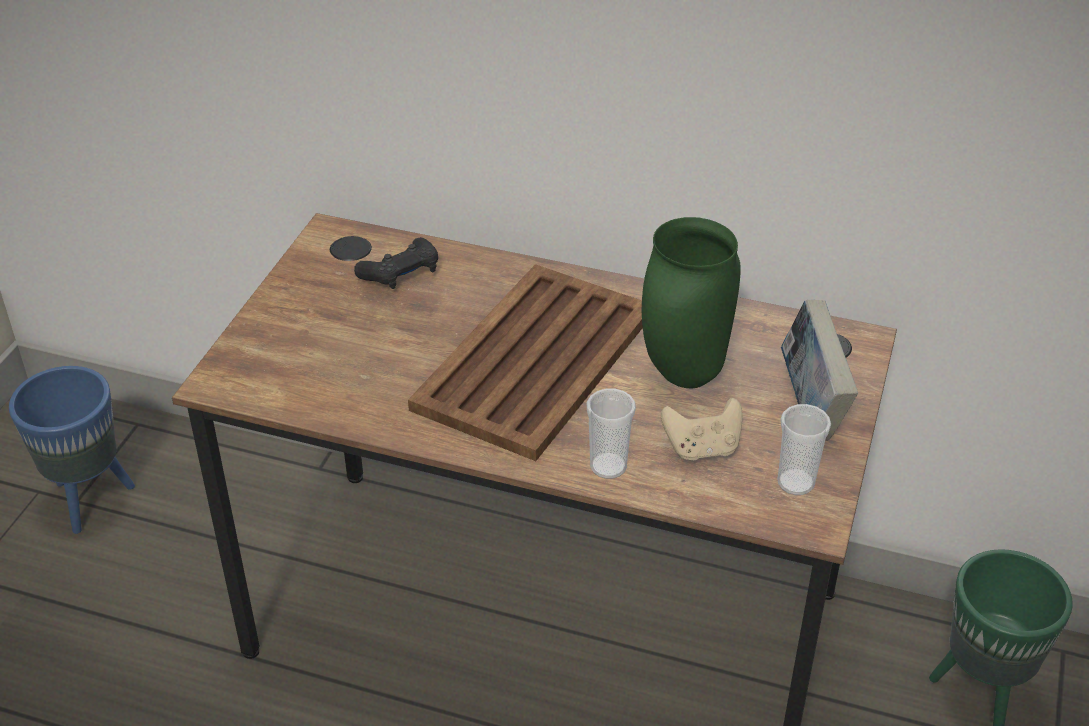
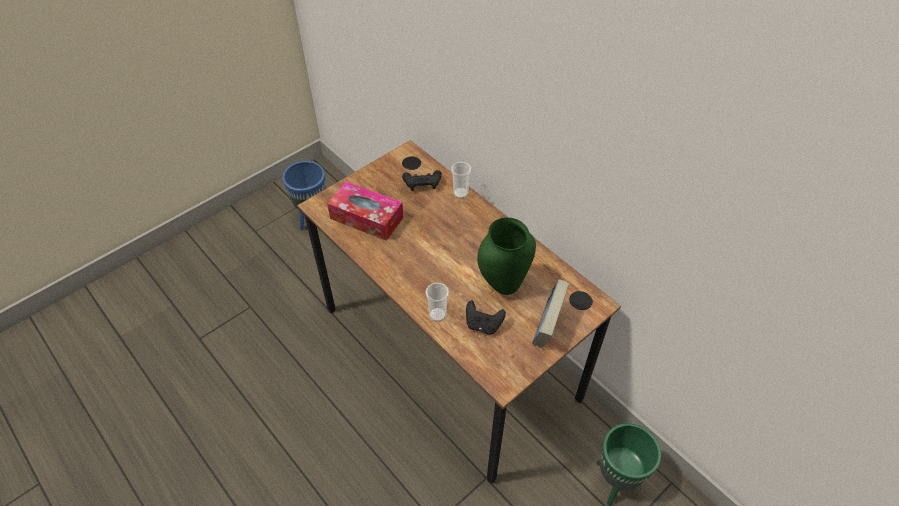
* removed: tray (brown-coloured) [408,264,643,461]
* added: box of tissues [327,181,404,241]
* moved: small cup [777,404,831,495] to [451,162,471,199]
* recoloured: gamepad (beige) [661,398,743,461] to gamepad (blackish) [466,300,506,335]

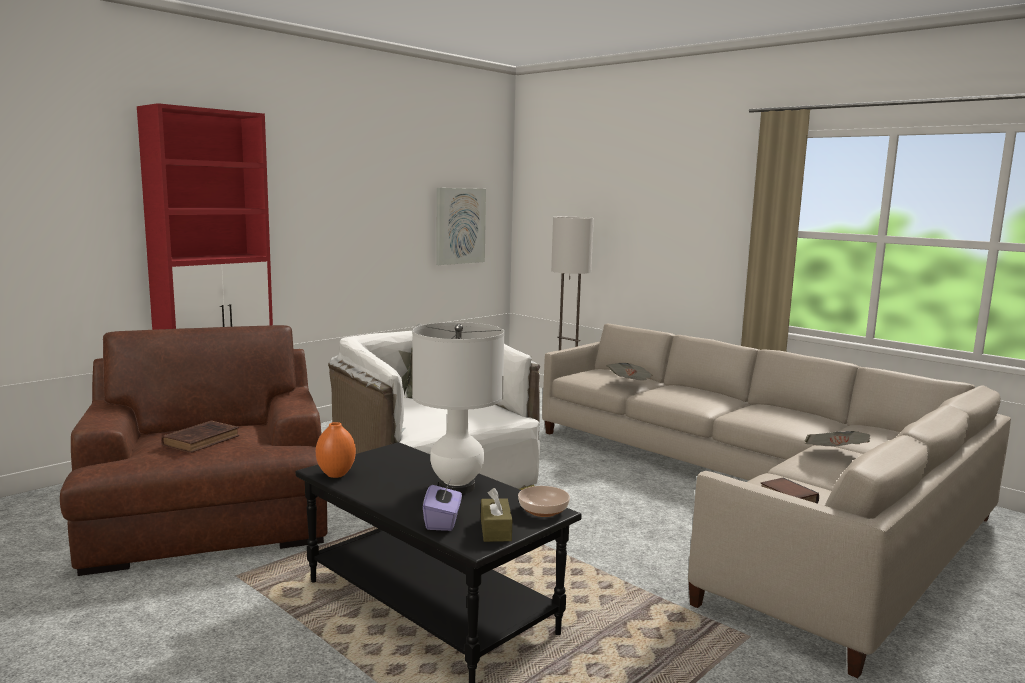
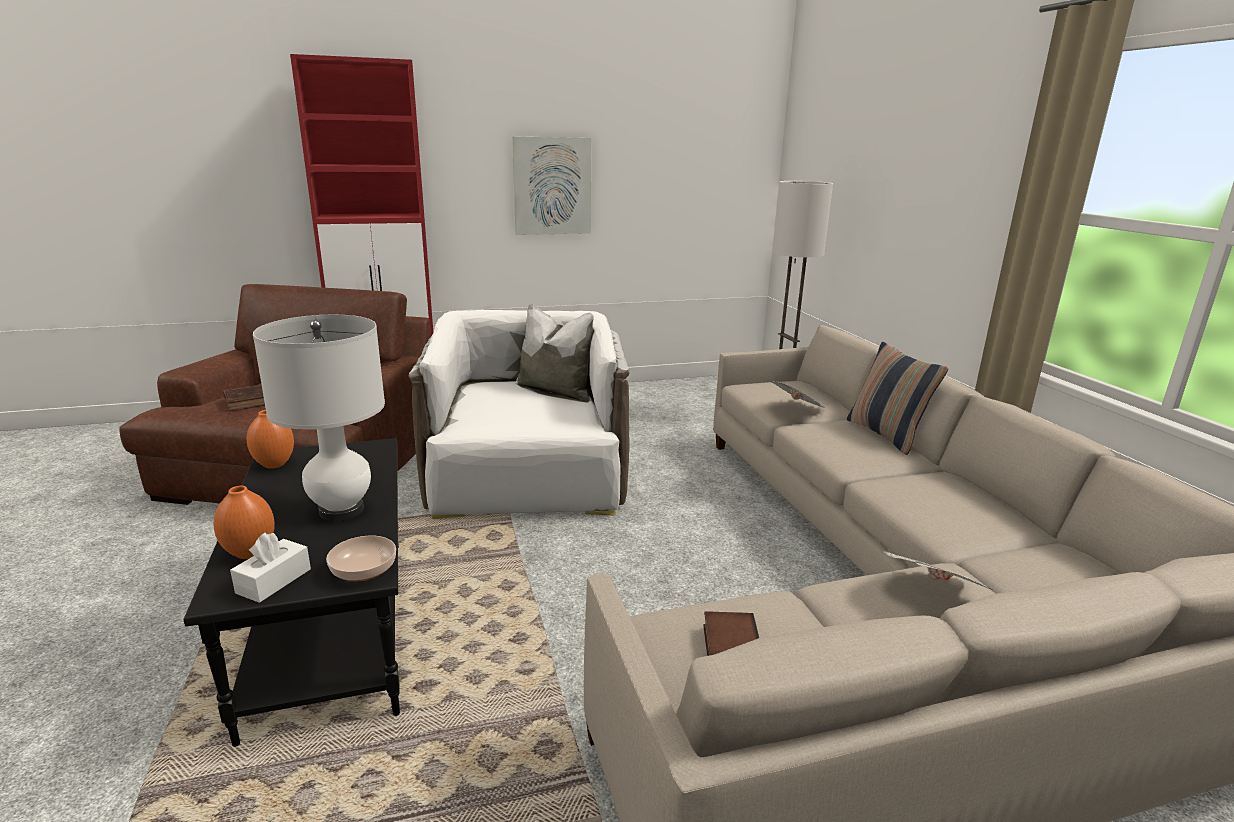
* added: throw pillow [847,342,948,455]
* moved: picture [436,188,486,265] to [512,136,591,235]
* replaced: box of tissues (purple) [423,480,462,531] to flower vase (orange-coloured) [213,486,275,559]
* recoloured: box of tissues (brown-coloured) [481,488,512,542] to box of tissues (white) [230,533,311,603]

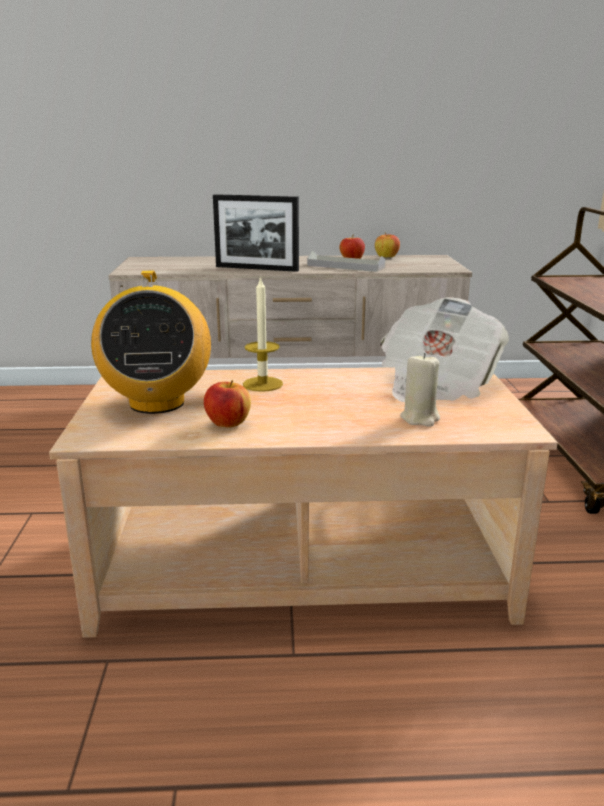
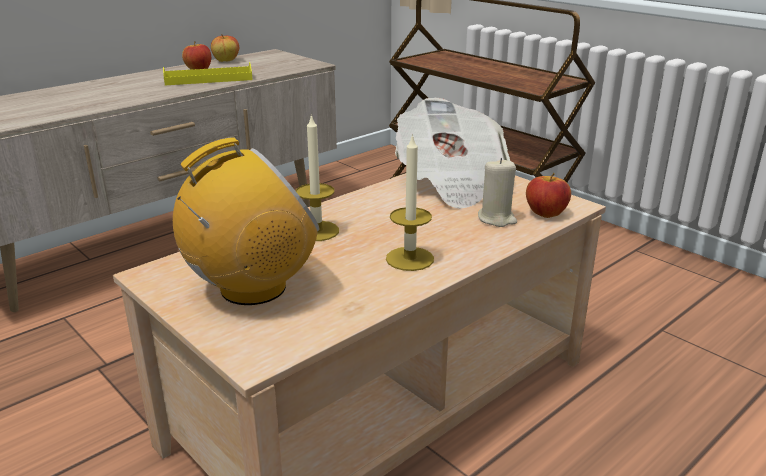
* removed: picture frame [213,194,299,272]
* added: wax candle [386,134,434,271]
* moved: apple fruit [204,380,251,428] to [526,173,571,218]
* recoloured: tray (gray) [307,251,386,272] to tray (yellow) [163,62,253,85]
* turned: radio set [91,271,211,414] = [173,137,320,305] 75 degrees counterclockwise

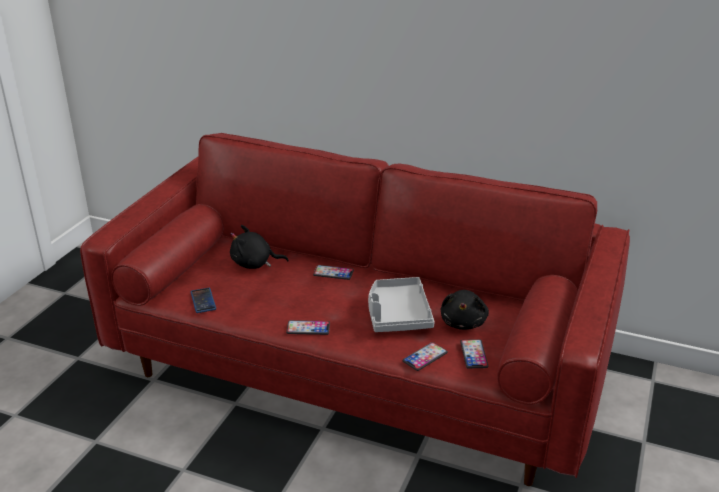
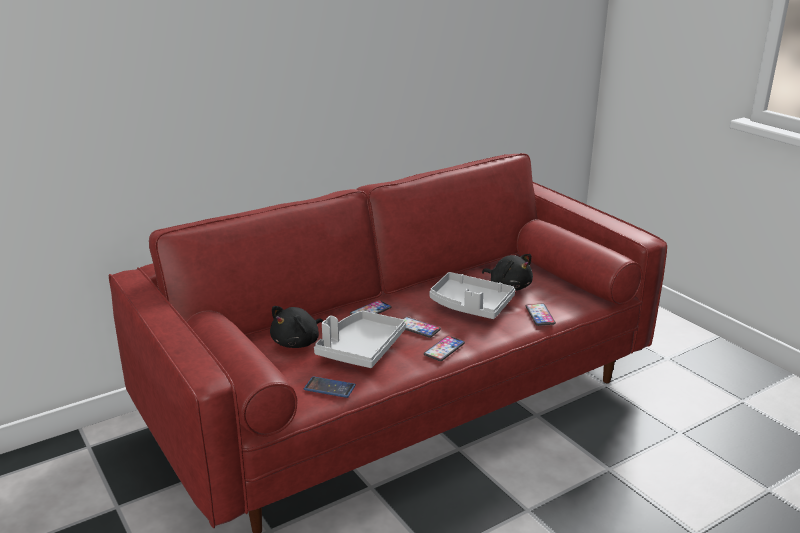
* added: tray (gray) [314,311,406,368]
* moved: telephone [460,339,488,368] to [404,317,441,338]

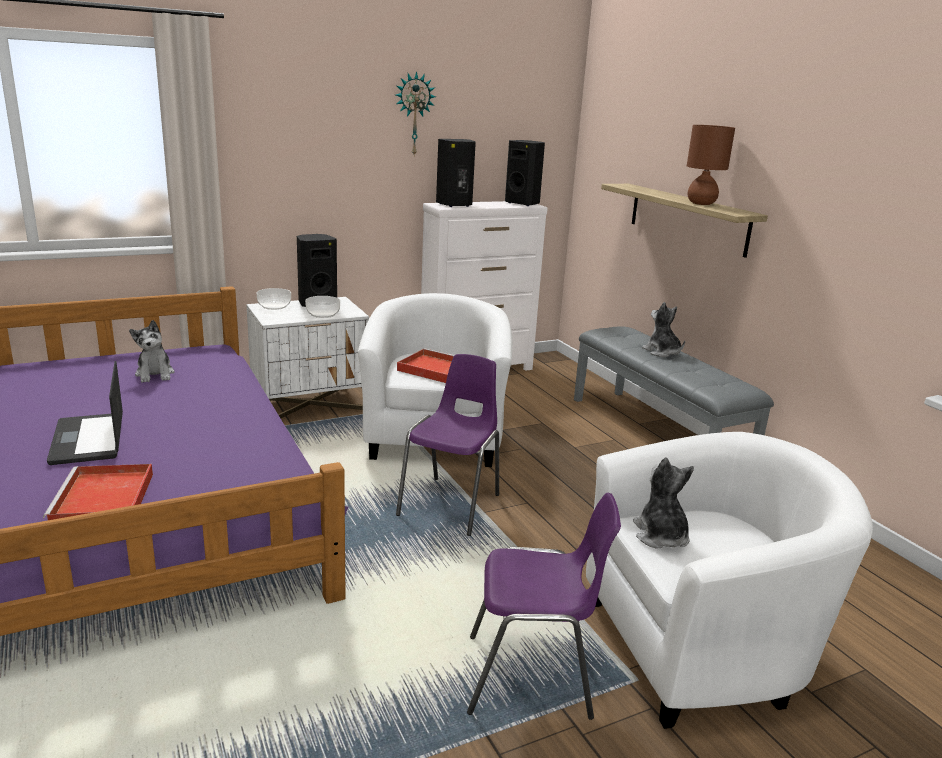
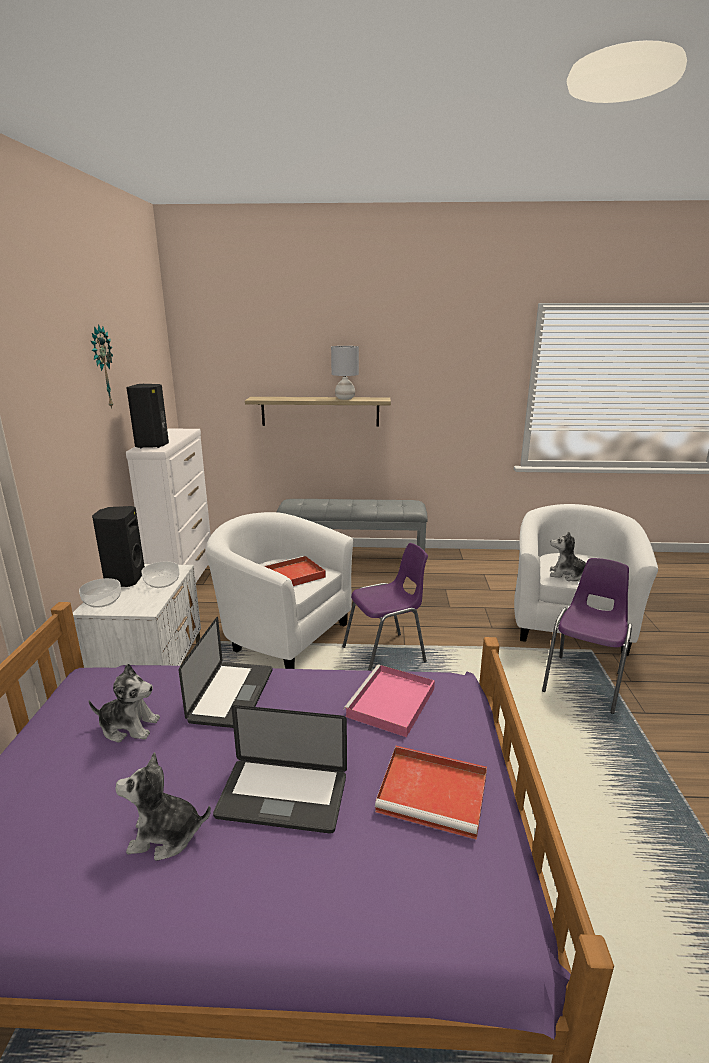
* removed: speaker (blackish) [505,140,545,206]
* added: laptop [179,617,272,728]
* added: tray (pink-coloured) [343,665,435,737]
* moved: plush toy [642,302,685,357] to [115,752,211,861]
* recoloured: lamp for a table (brown-coloured) [687,125,735,205] to lamp for a table (gray) [331,346,359,400]
* turned: chair (purple) [396,354,499,536] = [342,543,428,671] 105 degrees clockwise

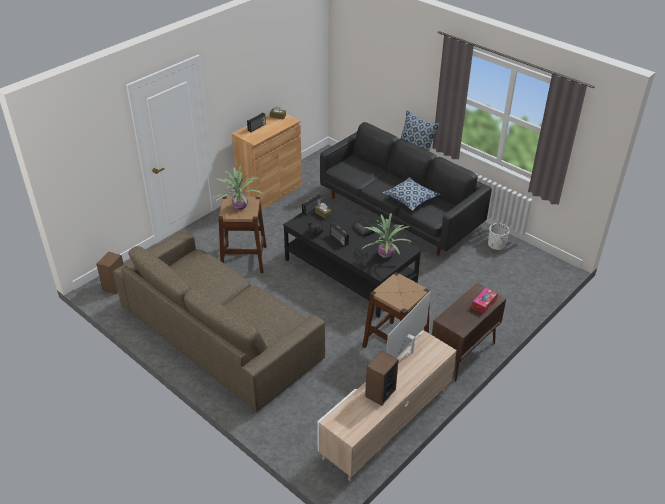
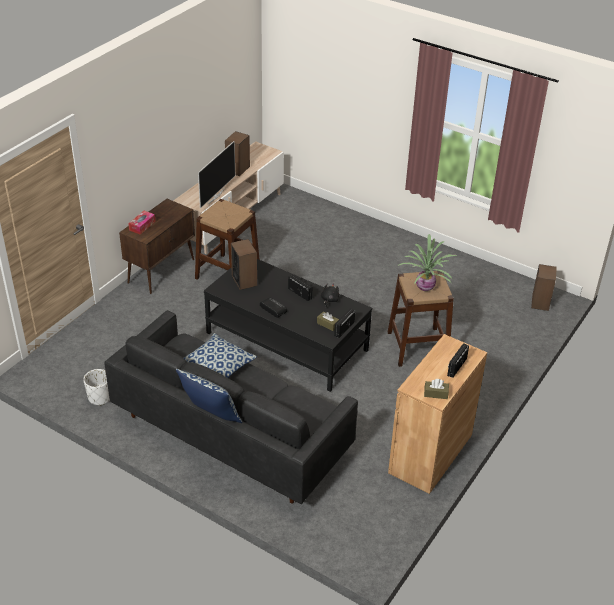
* removed: couch (brown-coloured) [113,230,325,412]
* replaced: houseplant [362,213,413,259] to speaker [231,239,257,290]

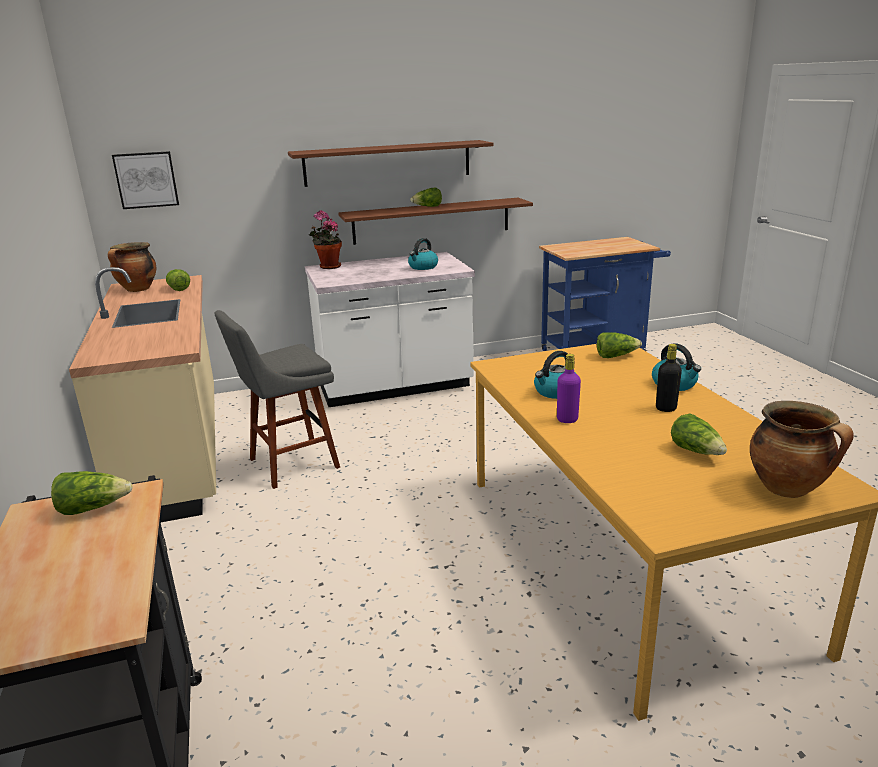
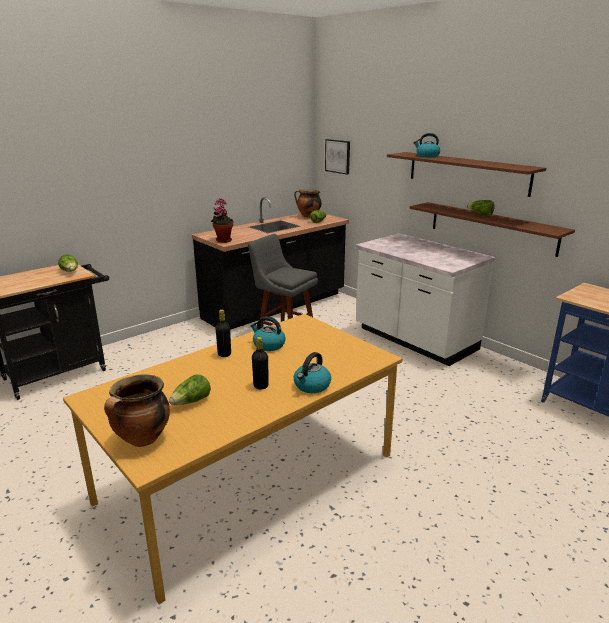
* removed: lettuce [597,332,642,358]
* moved: houseplant [309,210,342,269] to [211,198,233,243]
* moved: kettle [408,238,438,270] to [414,133,440,157]
* recoloured: kitchen base unit (beige) [69,267,216,522] to kitchen base unit (blackish) [192,197,349,330]
* recoloured: bottle (purple) [557,354,581,423] to bottle (blackish) [215,310,231,357]

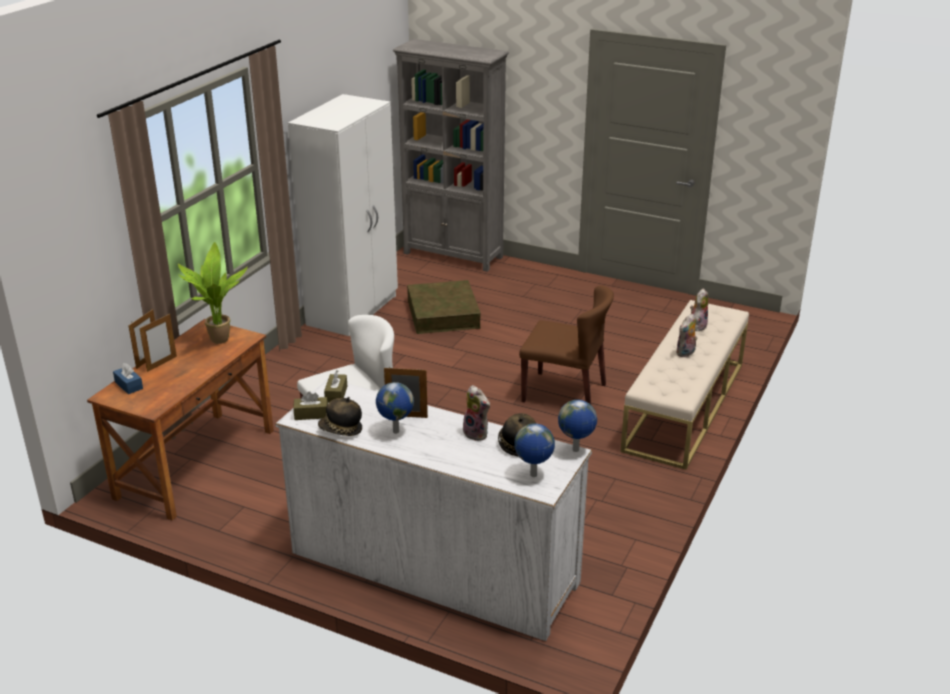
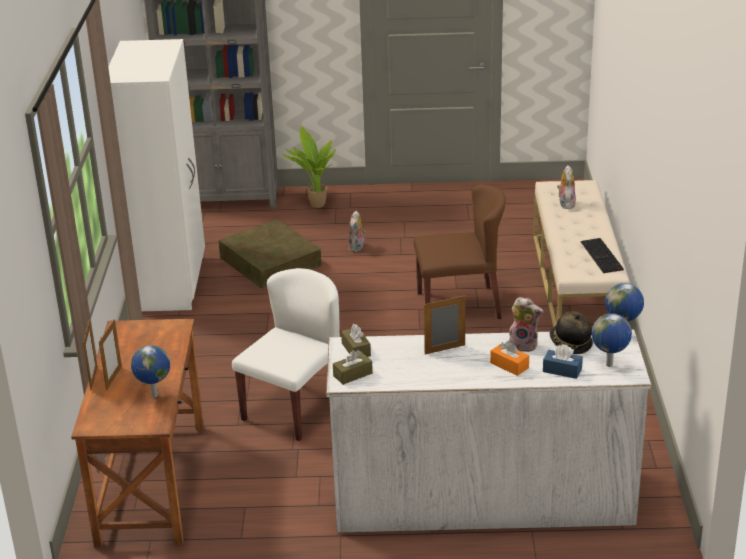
* removed: clothing hat [318,397,362,436]
* added: box of tissues (orange-coloured) [490,341,529,376]
* added: computer keyboard [581,238,624,273]
* moved: box of tissues (blue-coloured) [113,363,143,394] to [543,344,583,379]
* moved: houseplant [178,242,248,344] to [283,126,336,208]
* moved: globe [376,382,414,434] to [131,345,170,397]
* moved: plush toy [676,314,698,357] to [348,211,366,252]

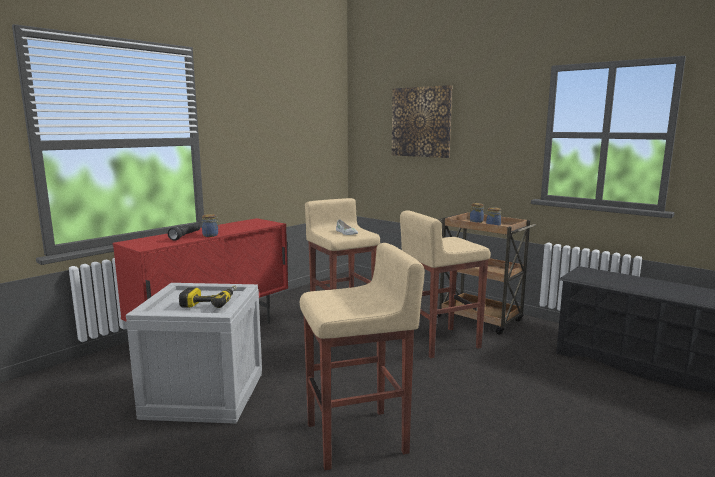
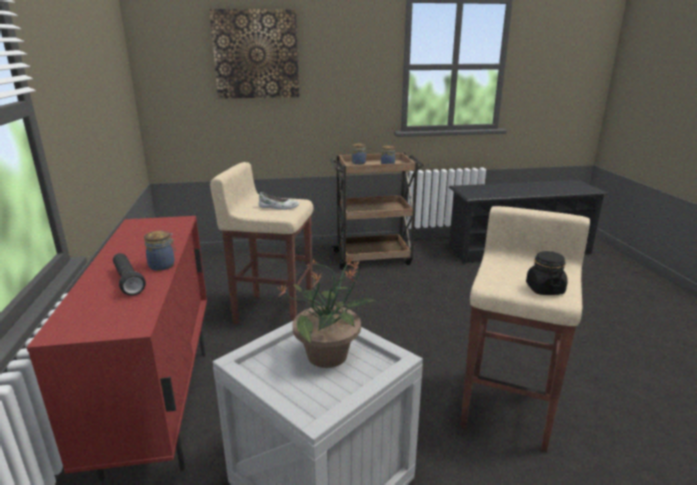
* removed: sitting stool (beige) [400,210,491,358]
* added: jar (blackish) [526,251,568,295]
* replaced: drill [179,285,237,308] to houseplant [277,257,377,368]

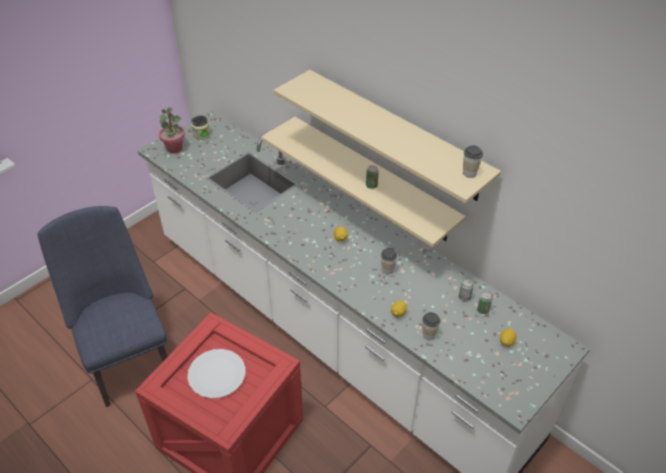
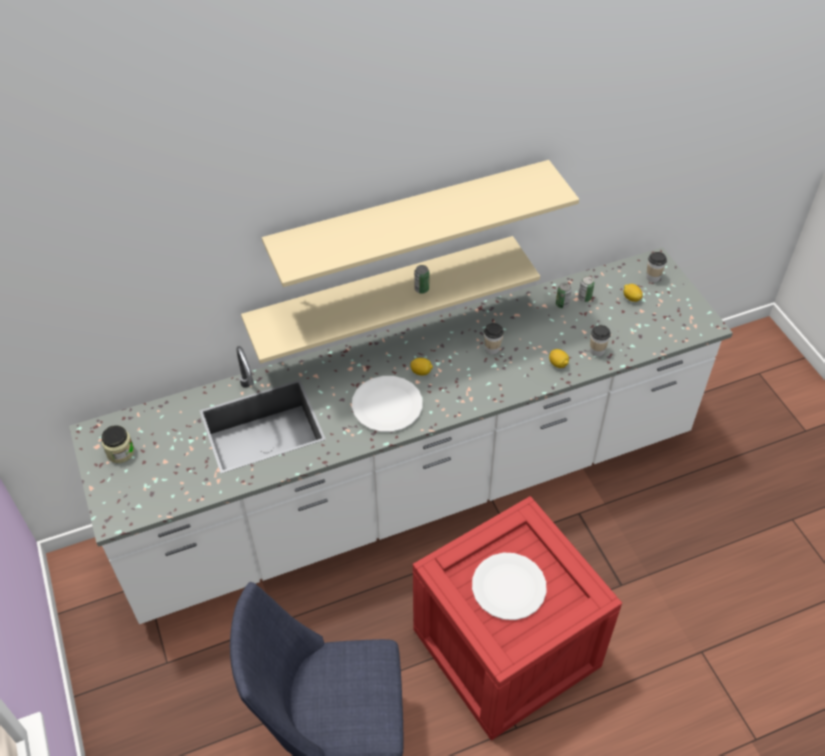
* removed: houseplant [159,107,185,153]
* added: plate (white) [352,376,423,432]
* moved: small cup [463,145,483,178] to [646,252,667,282]

